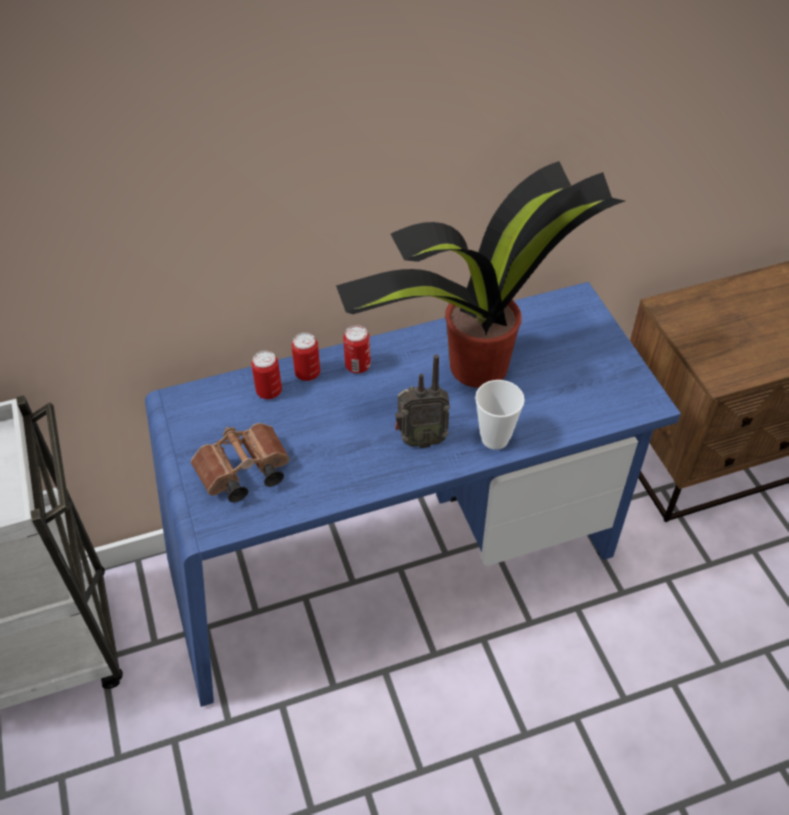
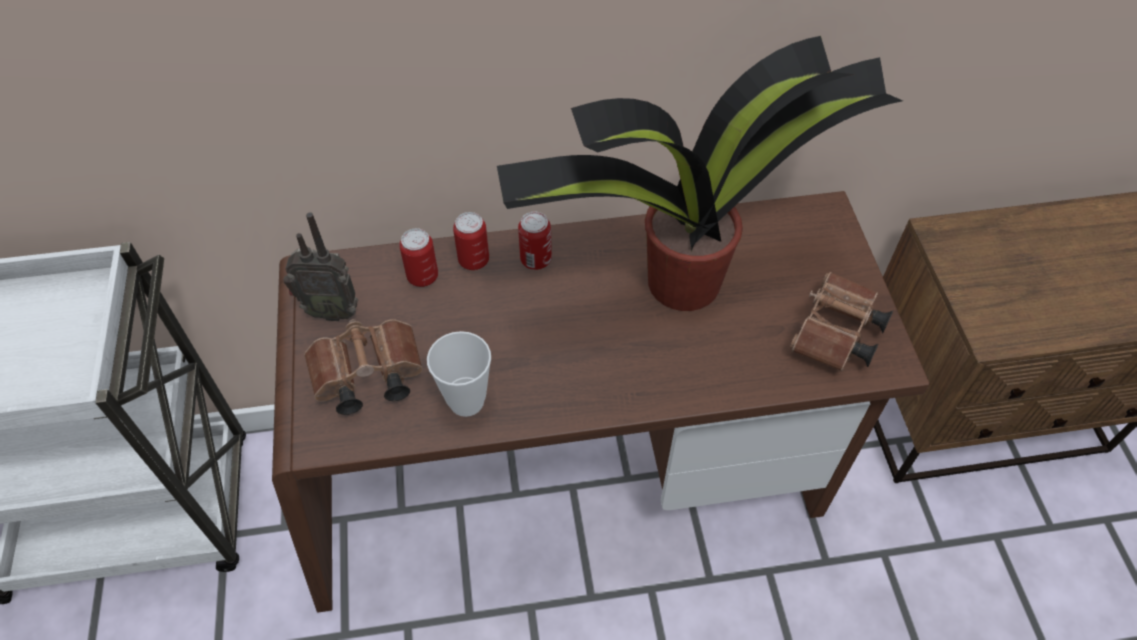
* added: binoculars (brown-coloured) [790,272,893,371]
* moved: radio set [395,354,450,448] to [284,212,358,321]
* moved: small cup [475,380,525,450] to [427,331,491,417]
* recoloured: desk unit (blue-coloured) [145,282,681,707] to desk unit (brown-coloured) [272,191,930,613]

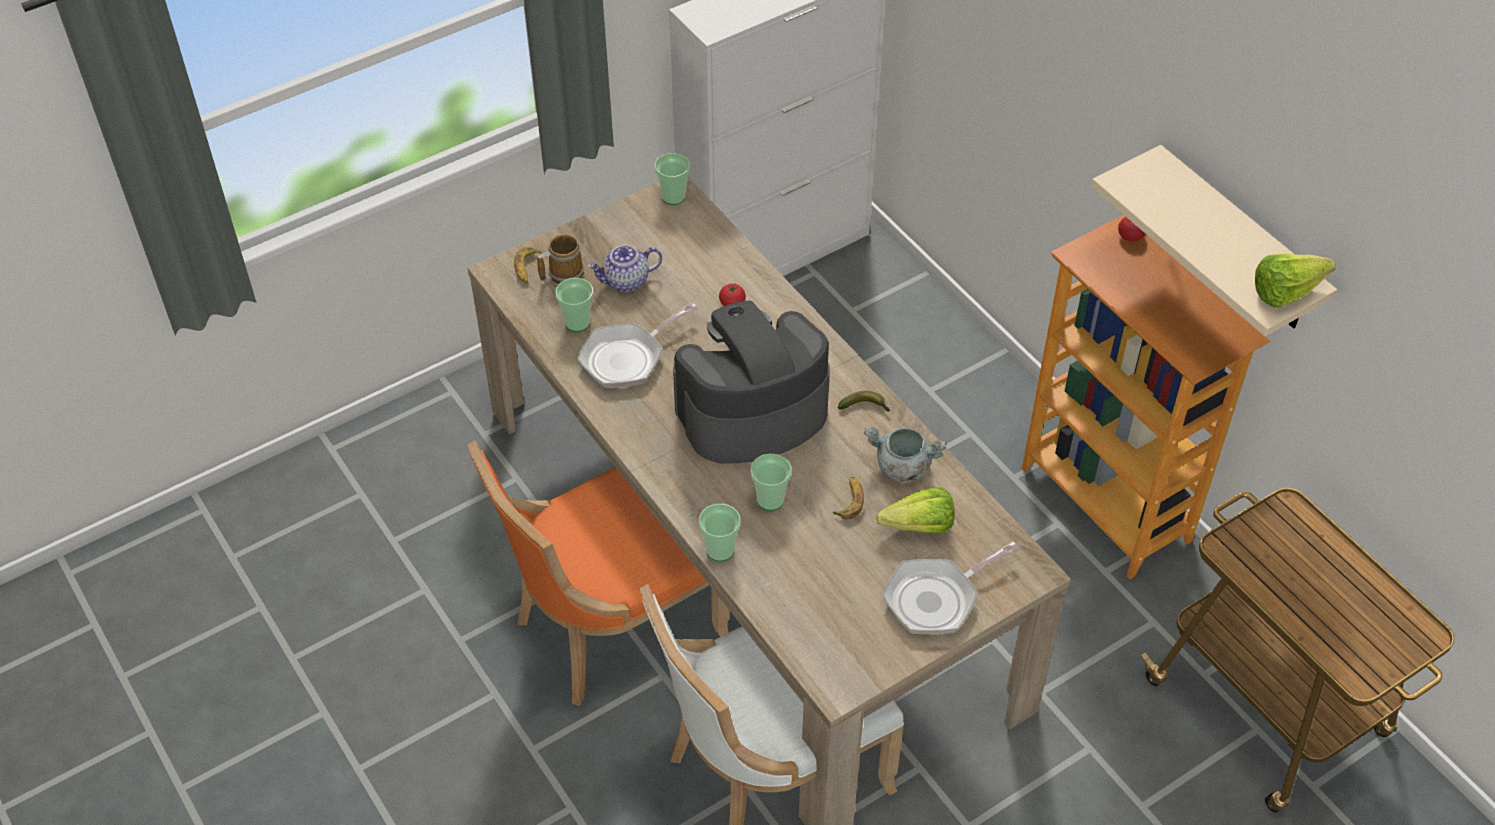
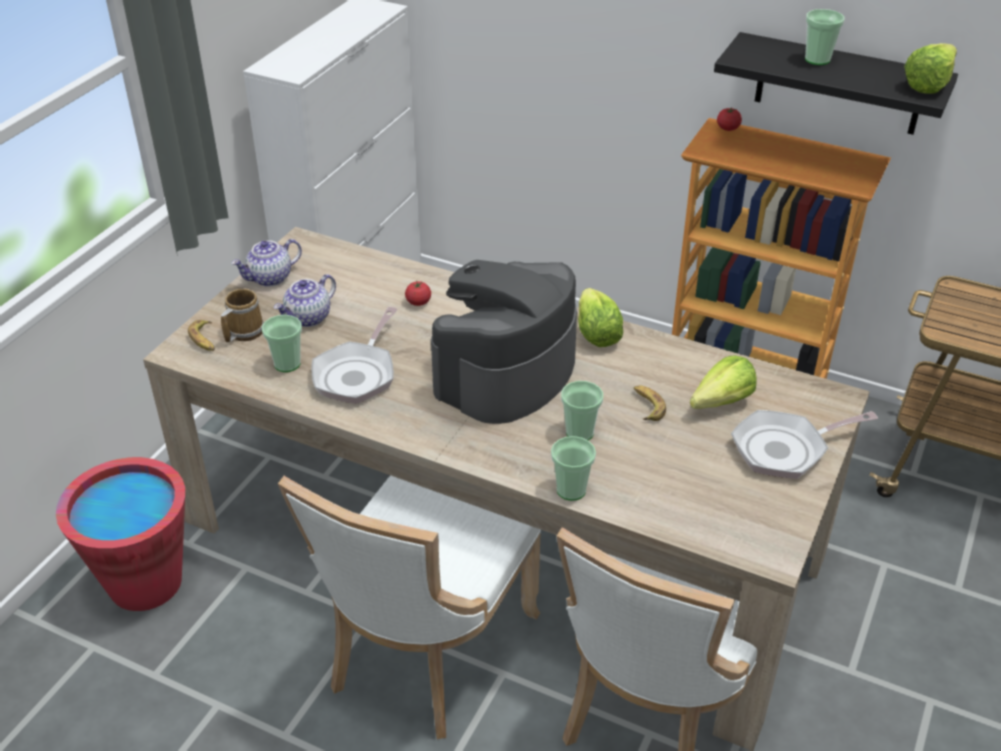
* removed: cooking pot (gray) [864,427,947,482]
* added: water bucket (red-coloured) [56,457,185,611]
* added: teapot [232,239,302,287]
* moved: small cup [655,153,690,205] to [805,9,845,65]
* replaced: whole banana [838,391,890,412] to lettuce [578,288,623,347]
* recoloured: chair (orange-coloured) [467,440,730,706] to chair (white) [278,475,541,739]
* recoloured: shelf (beige) [1091,145,1337,337] to shelf (blackish) [714,32,958,135]
* turned: pan [882,541,1019,634] = [731,410,878,479] 45 degrees clockwise

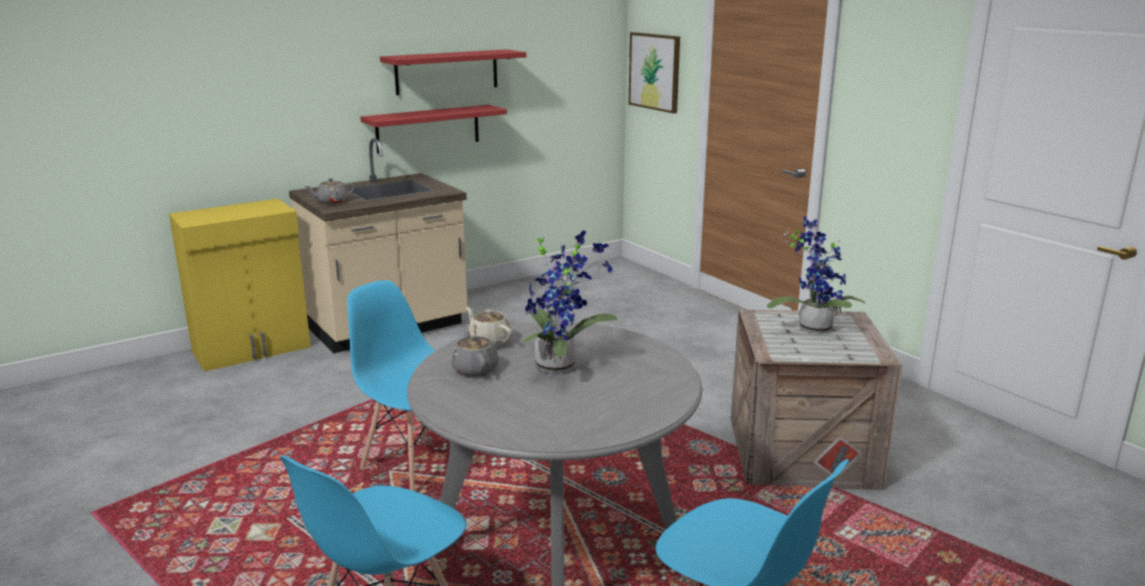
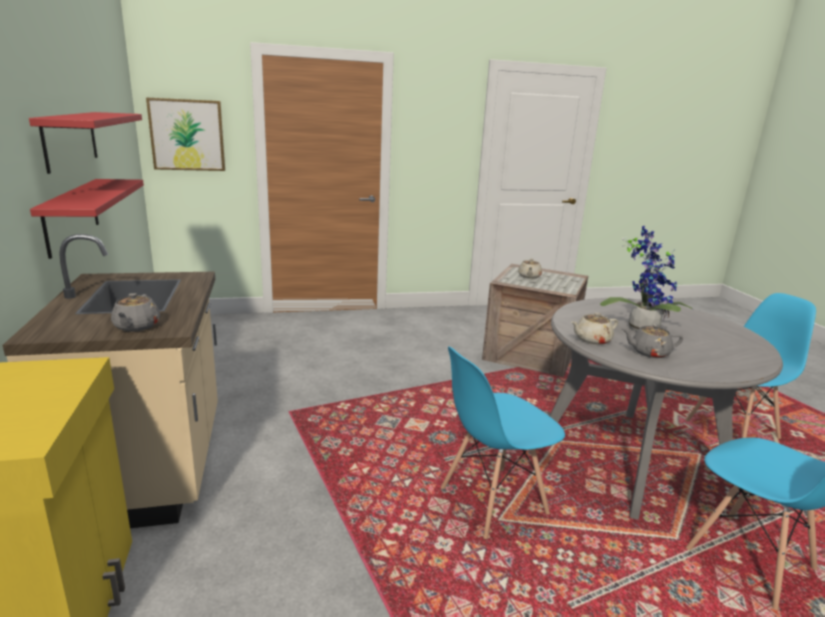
* replaced: houseplant [767,216,865,334] to teapot (beige) [518,258,542,279]

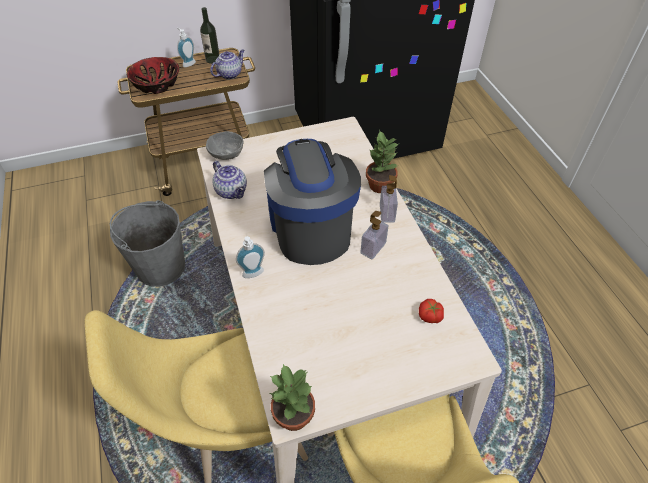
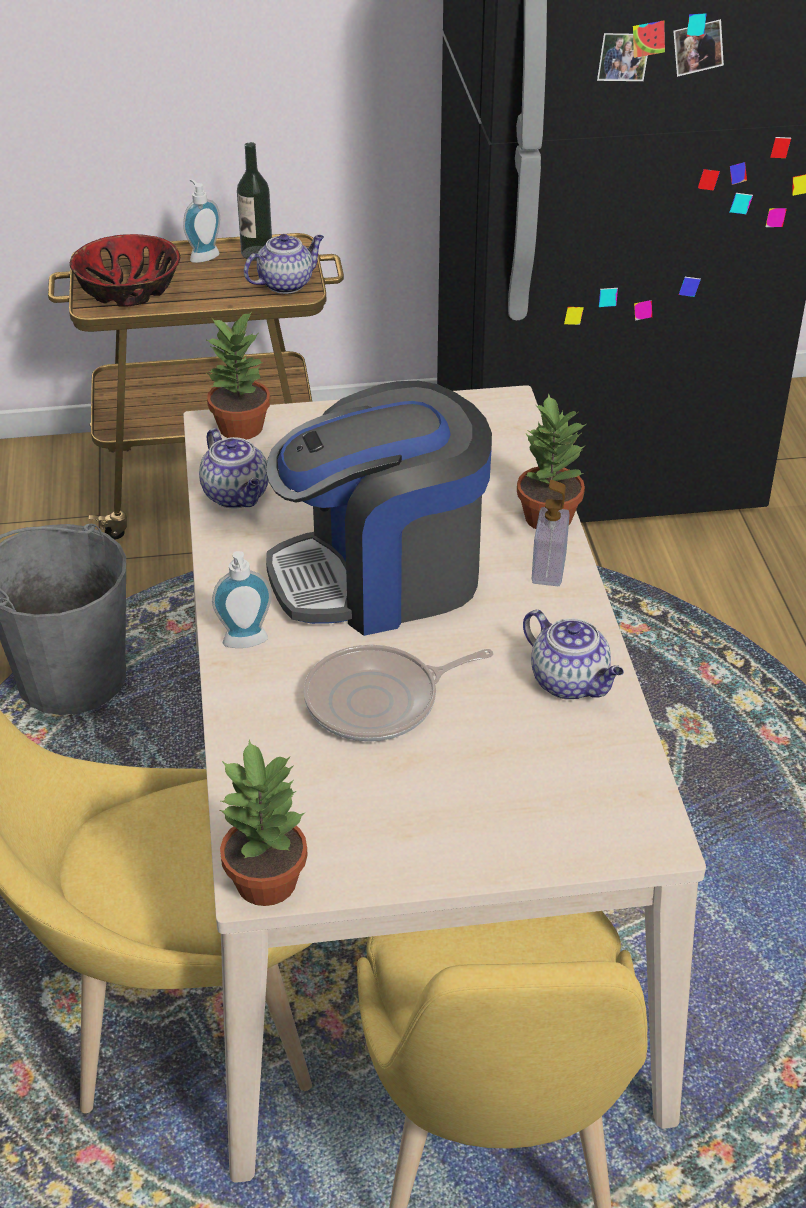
* removed: liquid soap bottle [360,211,388,259]
* removed: whole tomato [419,299,444,323]
* added: pan [304,645,493,742]
* added: teapot [523,610,624,700]
* replaced: serving bowl (gray) [206,131,243,160] to houseplant [205,311,270,440]
* turned: coffee maker [264,139,361,265] = [266,381,492,636] 105 degrees counterclockwise

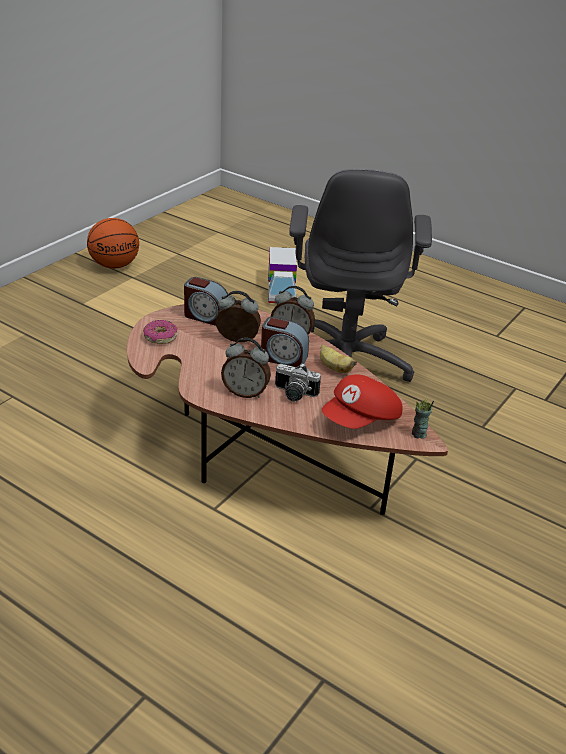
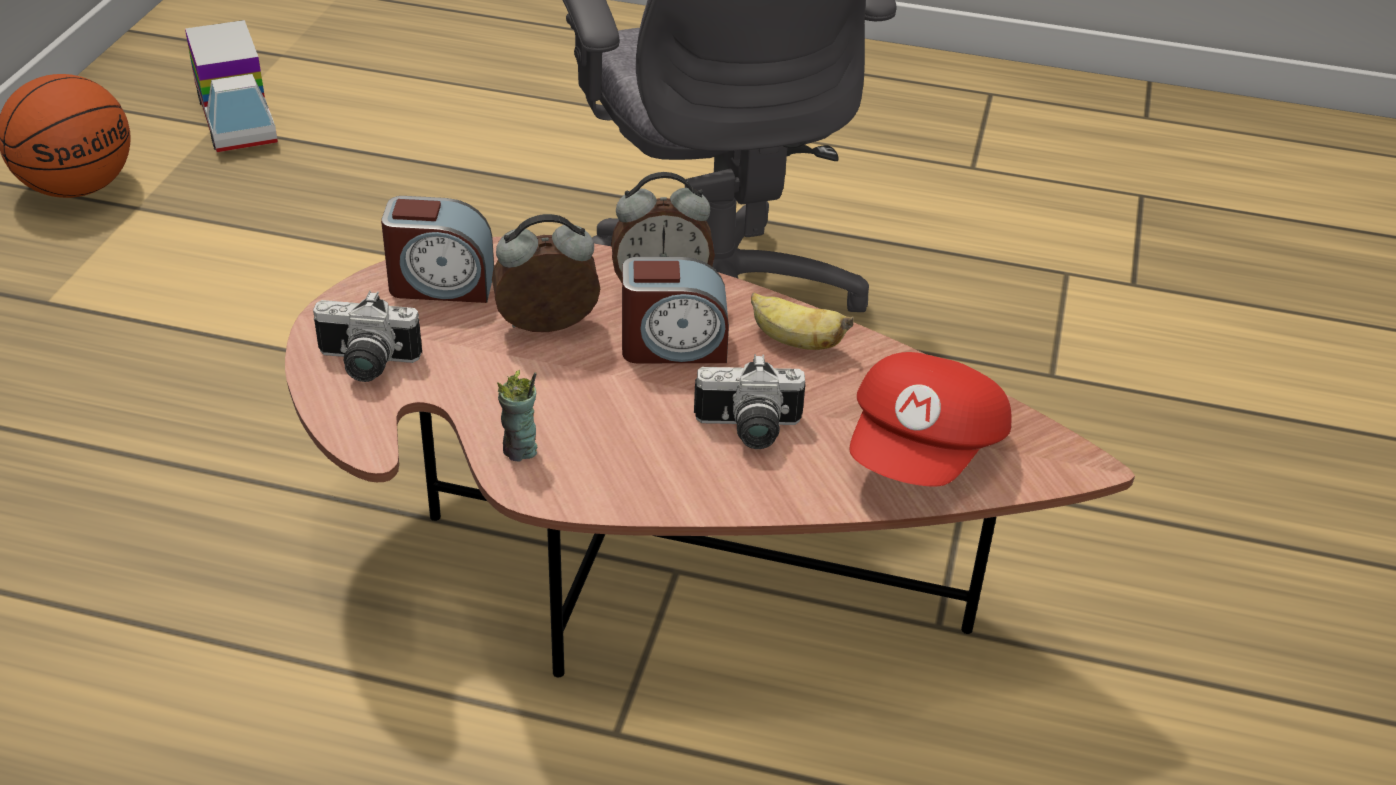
* removed: table clock [221,338,271,398]
* moved: model truck [268,247,297,303] to [185,20,278,152]
* moved: small cup [412,399,434,439] to [497,370,537,462]
* replaced: donut [143,320,178,344] to photo camera [313,291,422,382]

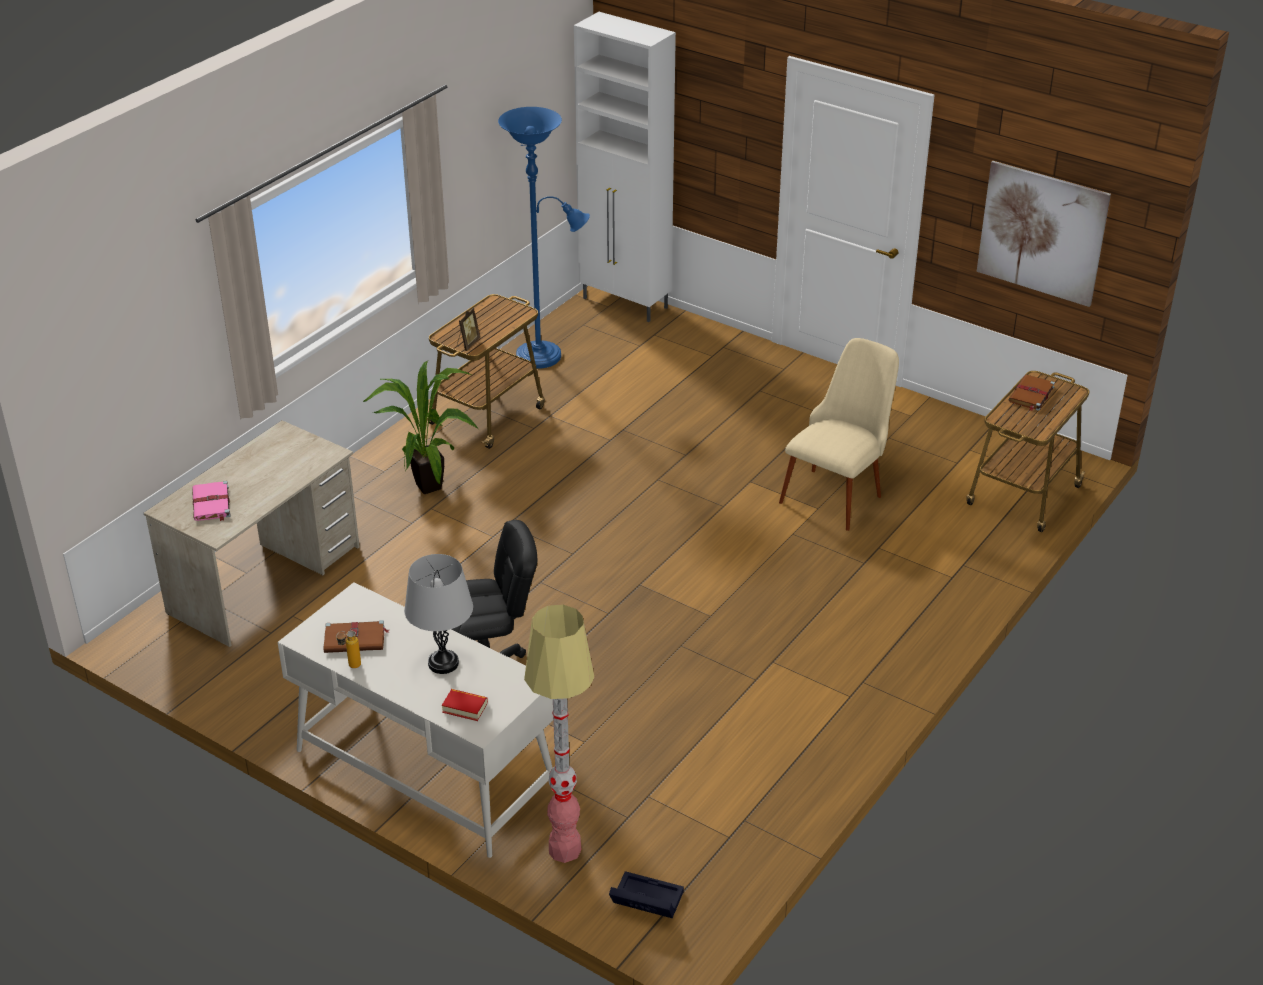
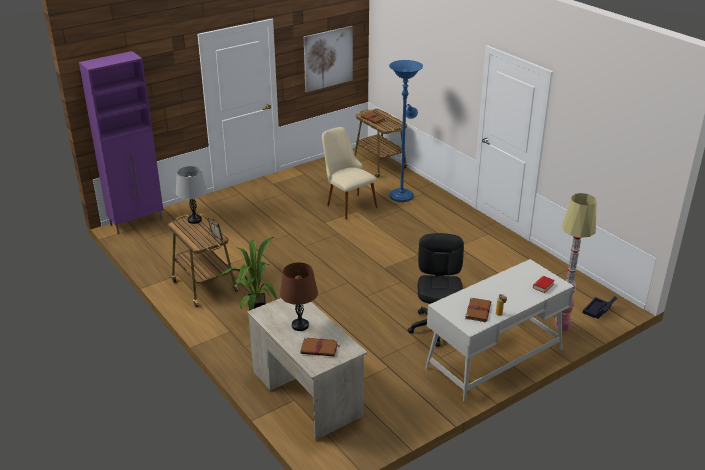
* added: lamp for a table (brown-coloured) [280,262,318,331]
* moved: lamp for a table (gray) [404,554,473,674] to [176,166,207,224]
* moved: standing lamp (blue-coloured) [498,107,590,369] to [389,60,423,202]
* recoloured: book (pink-coloured) [192,481,230,521] to book (brown-coloured) [300,337,339,357]
* recoloured: storage cabinet (white) [574,12,676,322] to storage cabinet (purple) [79,51,163,234]

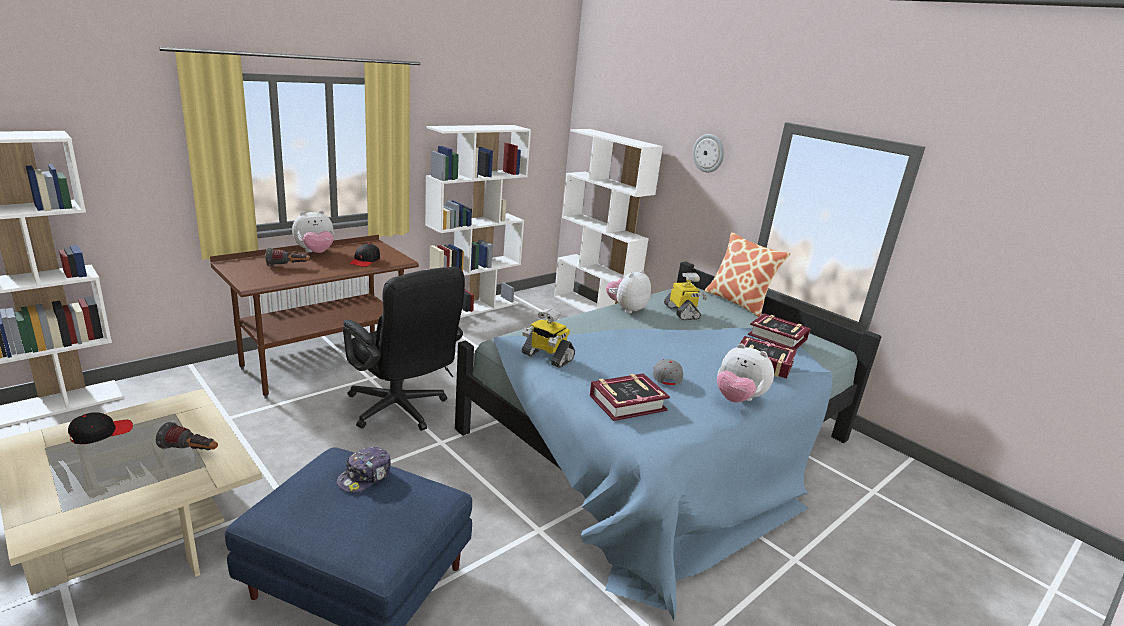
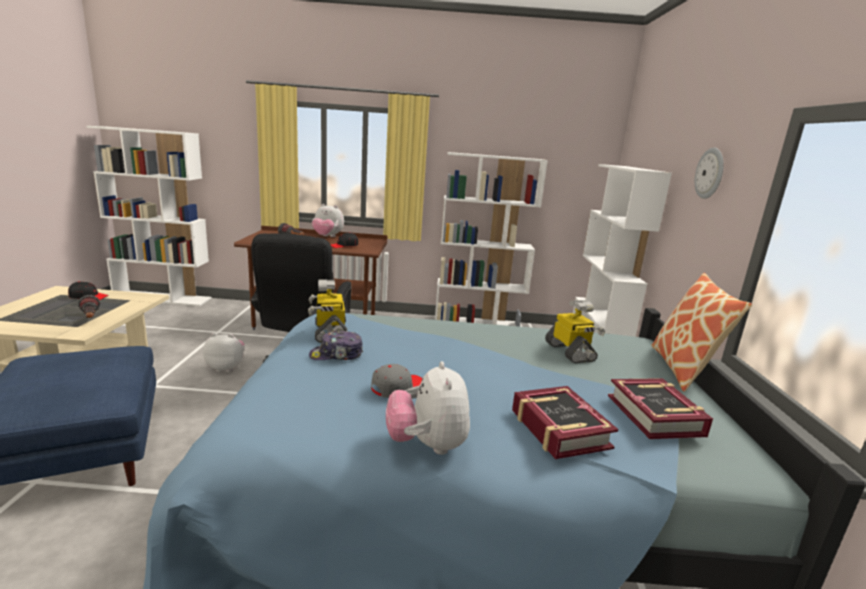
* removed: book [590,373,670,421]
* moved: baseball cap [337,446,391,493] to [309,330,363,360]
* moved: plush toy [606,270,651,314] to [203,333,245,372]
* turned: model robot [664,273,707,320] = [545,300,605,363] 45 degrees counterclockwise

